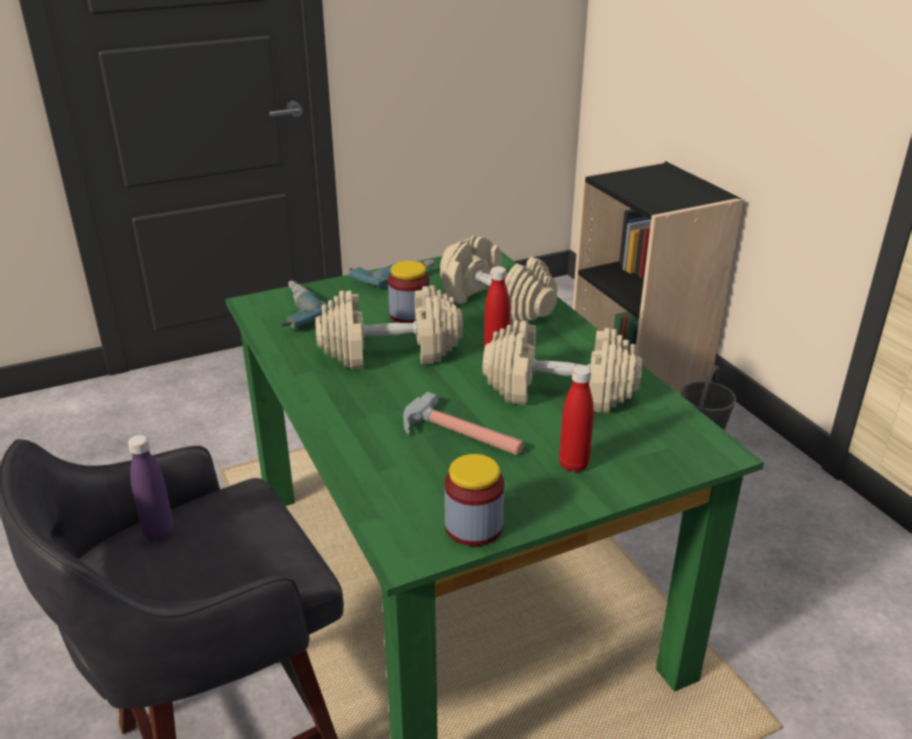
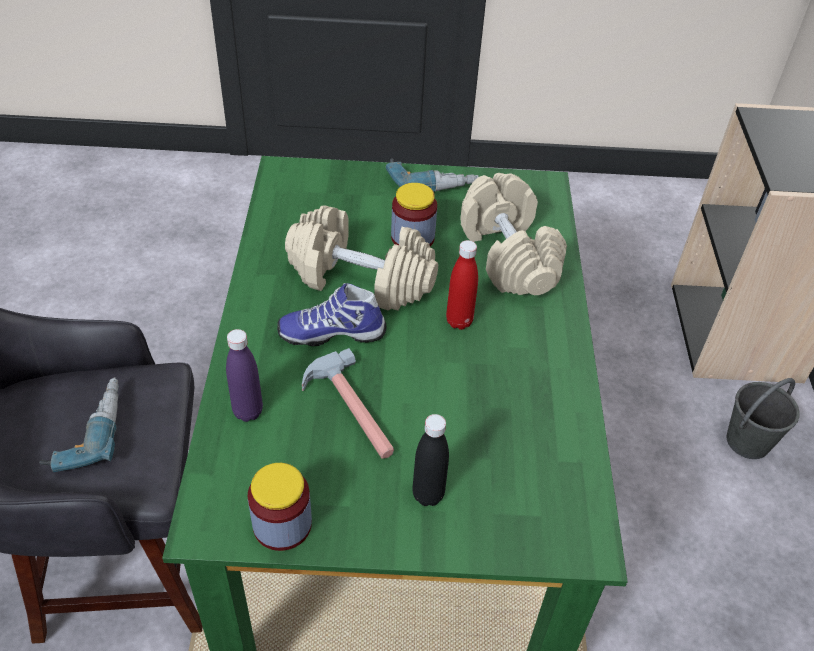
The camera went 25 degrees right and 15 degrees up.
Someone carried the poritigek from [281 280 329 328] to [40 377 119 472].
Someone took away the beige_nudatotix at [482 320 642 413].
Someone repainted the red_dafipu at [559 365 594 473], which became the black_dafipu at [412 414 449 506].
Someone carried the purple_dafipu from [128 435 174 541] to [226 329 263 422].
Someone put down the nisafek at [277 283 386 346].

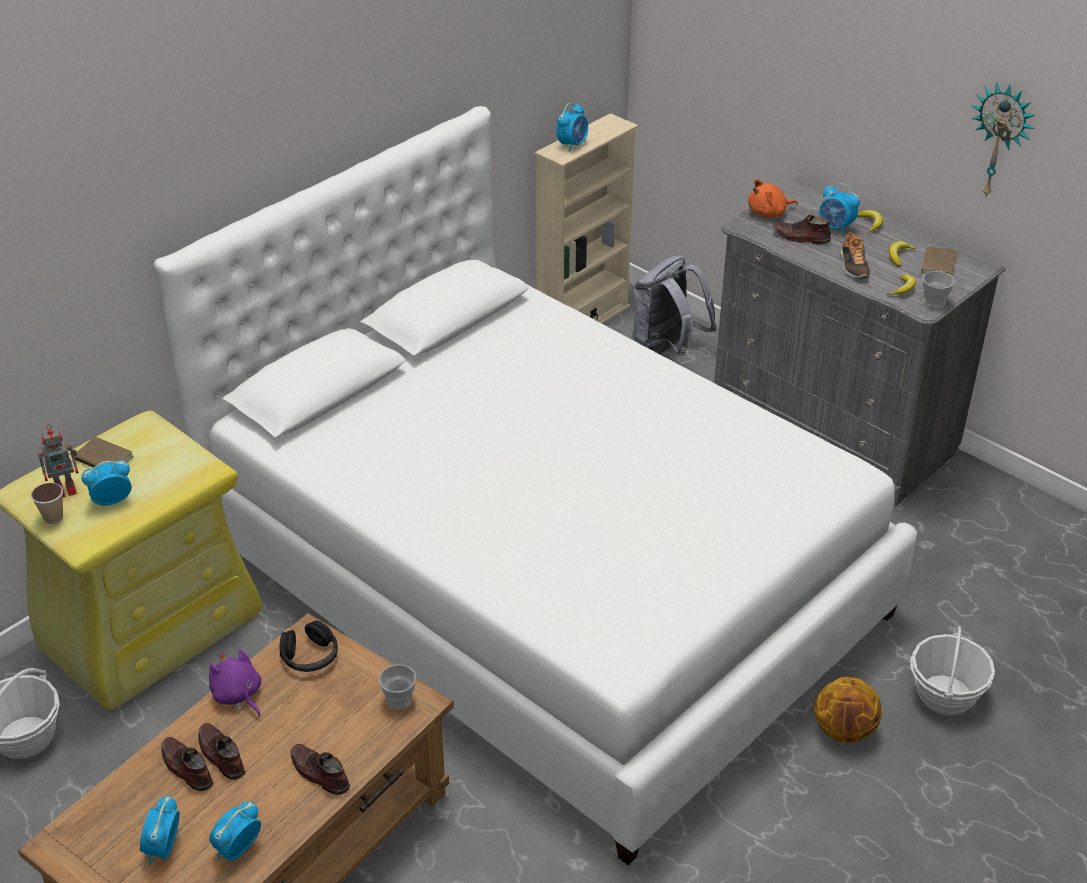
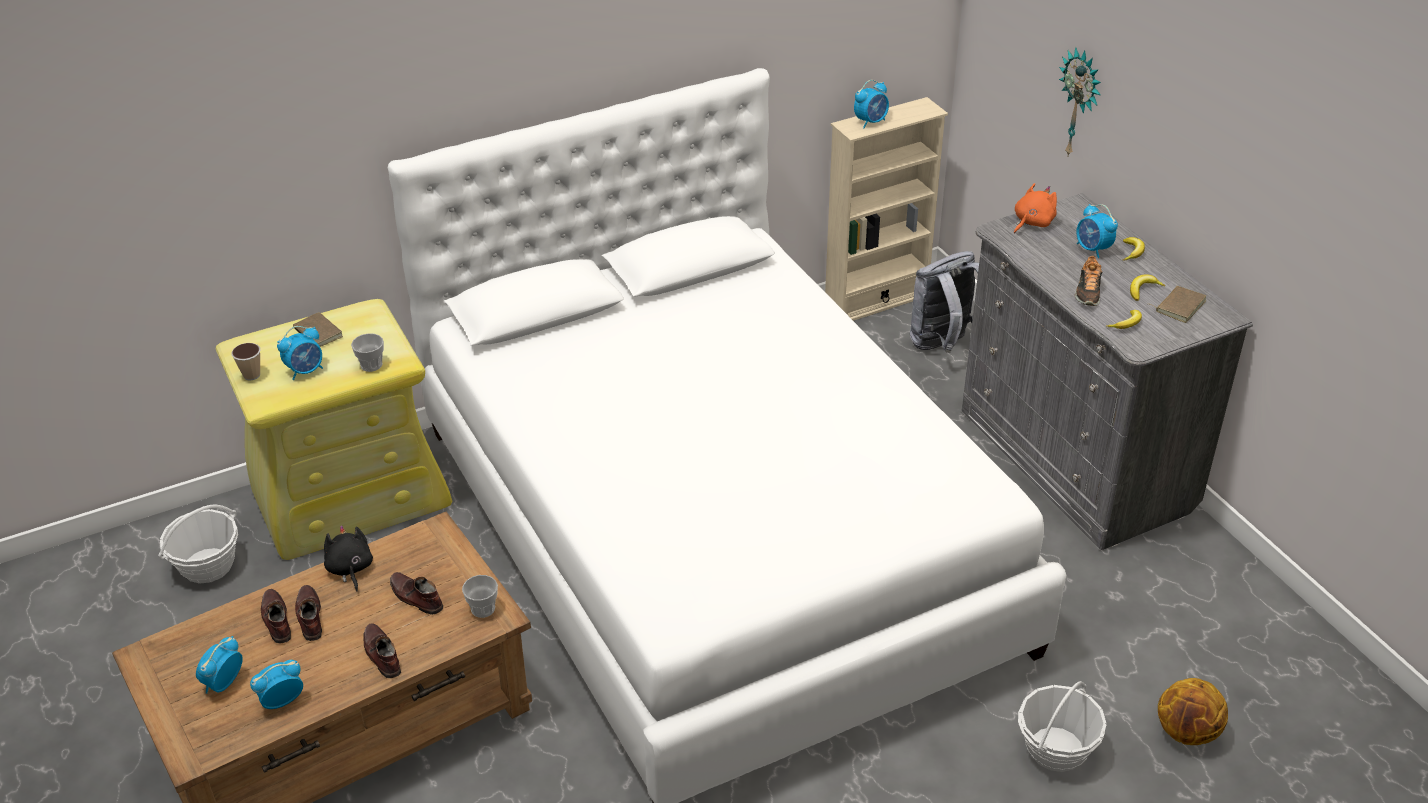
The camera went 20 degrees right and 0 degrees up.
Someone carried the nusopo from [971 82 1035 198] to [1059 47 1101 156].
Someone rotated the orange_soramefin at [748 179 798 218] by 135 degrees clockwise.
Someone carried the brown_nisafek from [773 215 831 244] to [390 572 443 615].
Someone carried the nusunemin from [922 271 955 309] to [351 333 384 372].
Someone took away the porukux at [37 424 79 497].
Someone rotated the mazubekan at [81 460 132 505] by 150 degrees clockwise.
Someone took away the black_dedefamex at [279 620 338 672].
Someone repainted the purple_soramefin at [209 649 261 717], which became the black_soramefin at [324 525 373 592].
Someone carried the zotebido from [814 677 882 743] to [1158 678 1228 745].

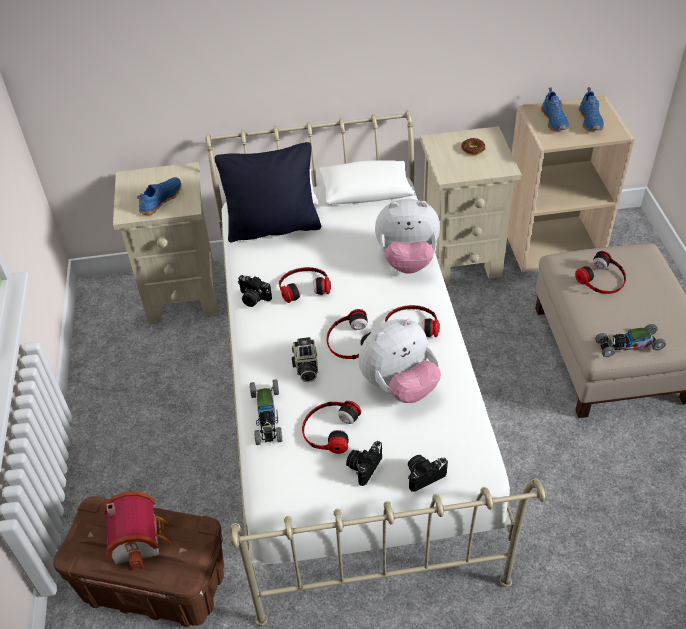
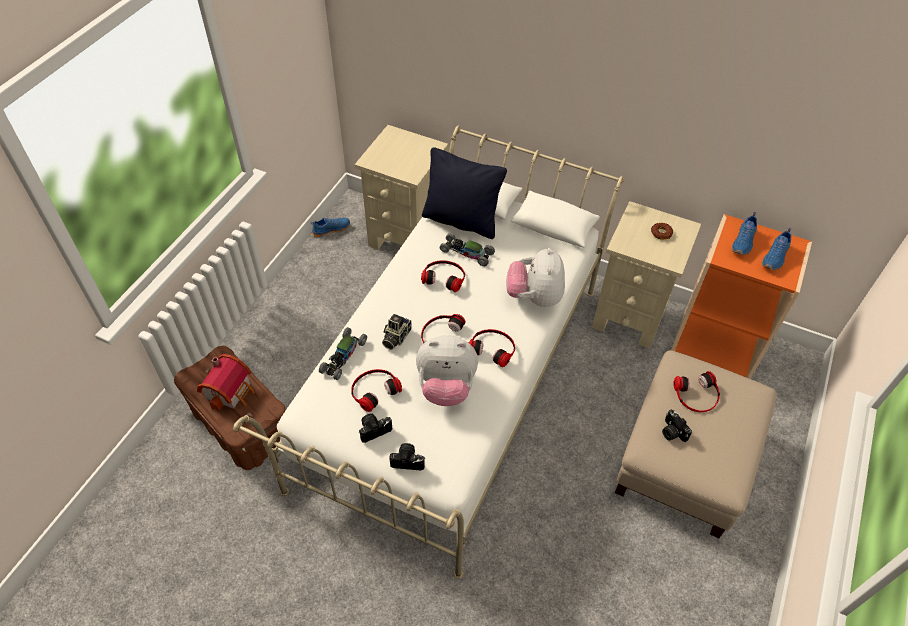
The camera went 30 degrees right and 5 degrees up.
Someone repainted the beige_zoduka at [507 95 635 272], which became the orange_zoduka at [671 214 812 379].
Someone carried the blue_nisafek from [137 177 181 215] to [311 218 350 237].
Someone rotated the soramefin at [375 199 440 274] by 60 degrees clockwise.
Someone carried the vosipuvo from [238 275 272 307] to [662 410 692 442].
Someone carried the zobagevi from [595 324 666 357] to [440 234 495 266].

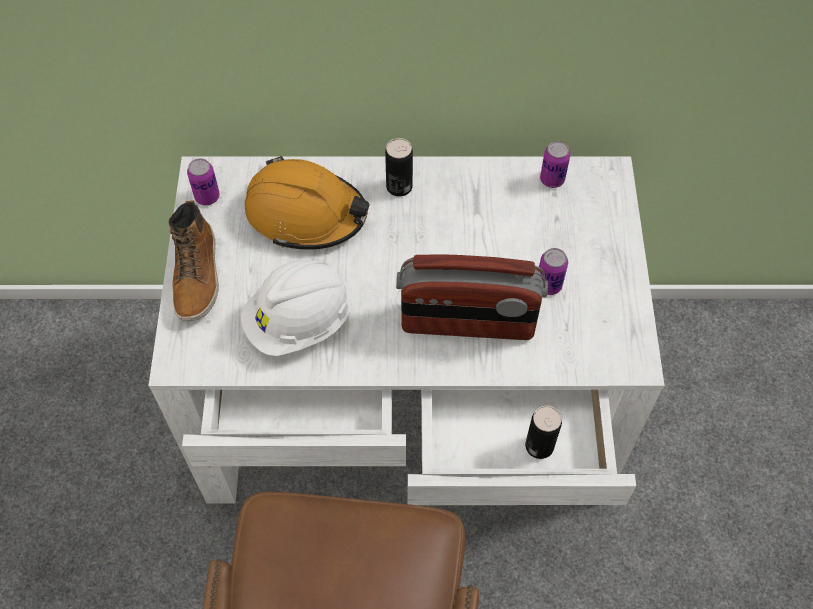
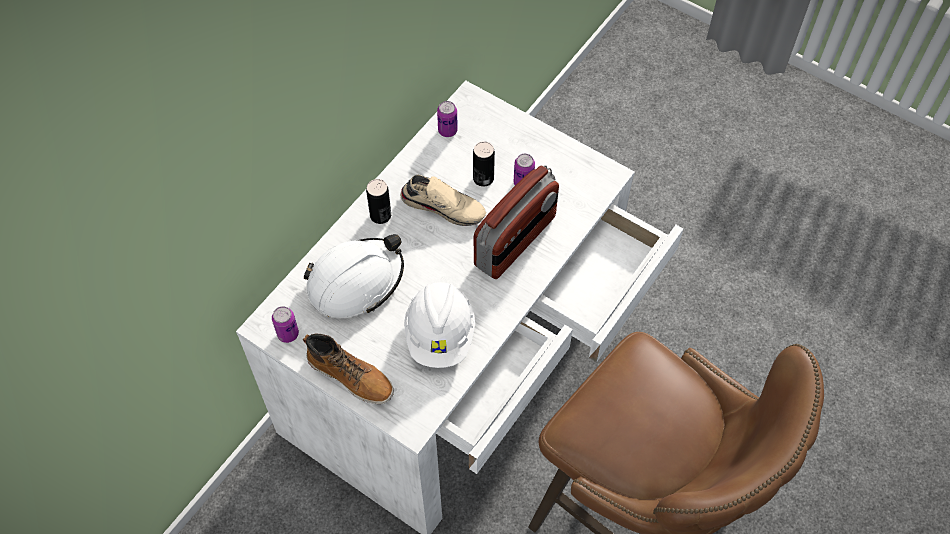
The camera went 55 degrees left and 0 degrees up.
Someone repainted the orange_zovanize at [245 156 370 249], which became the white_zovanize at [304 234 404 318].
Someone carried the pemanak from [525 406 562 459] to [473 141 495 187].
Someone put down the beige_nisafek at [400 175 486 226].

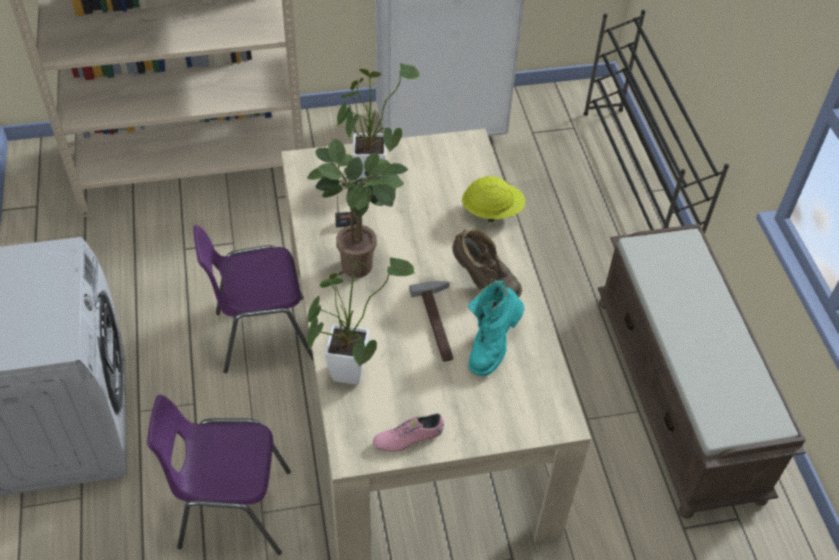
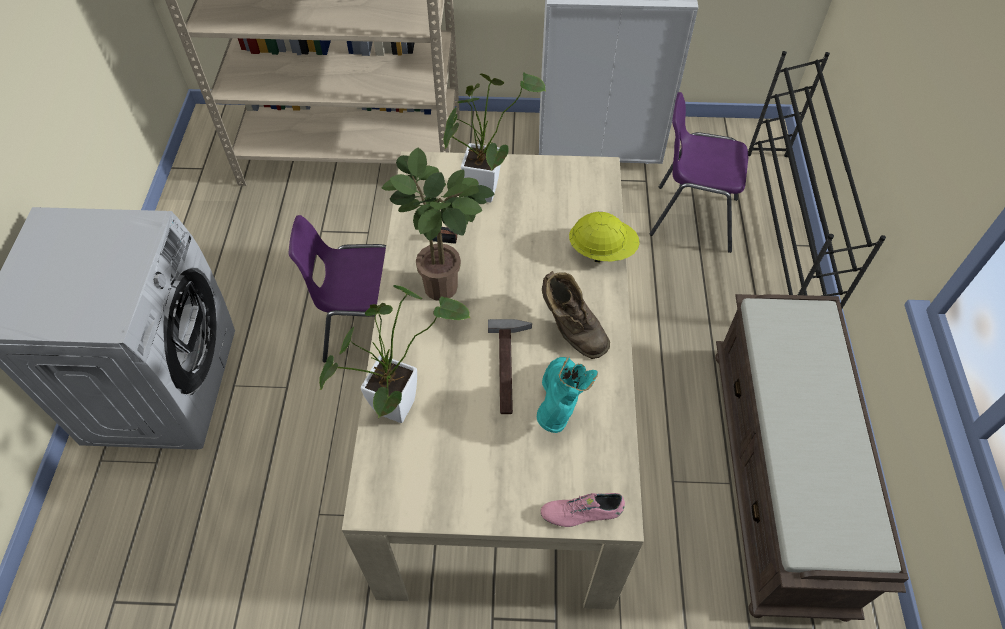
The camera went 15 degrees right and 5 degrees up.
Someone rotated the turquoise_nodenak at [468 280 524 376] by 150 degrees clockwise.
Someone carried the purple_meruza from [147 395 291 555] to [650 92 748 253].
Someone carried the pink_nisafek from [373 413 444 452] to [541 493 625 527].

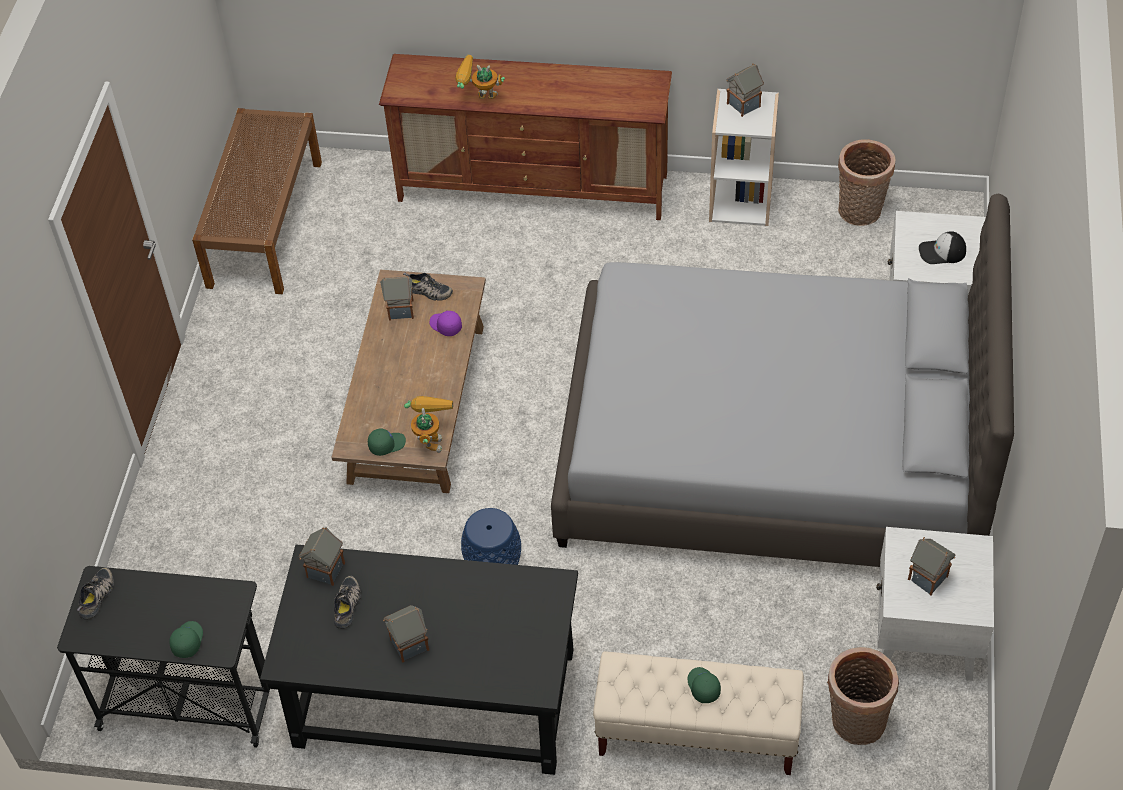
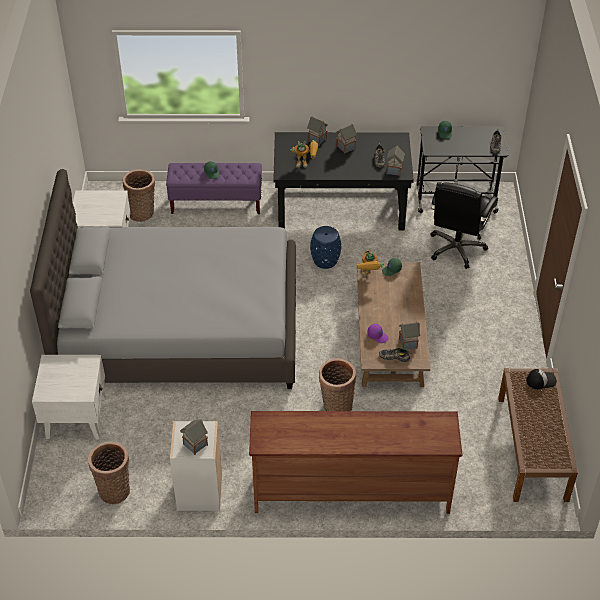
The camera went 170 degrees right and 5 degrees down.
Someone carried the porukux from [455 55 505 99] to [290 140 318 168].
Someone carried the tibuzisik from [919 231 966 264] to [526 369 557 389].
Someone carried the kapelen from [908 537 955 595] to [307 116 328 146].
Someone repainted the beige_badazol at [593 651 804 775], which became the purple_badazol at [166 163 262 214].
Someone put down the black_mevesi at [430 182 498 269].
Someone put down the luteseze at [319 358 356 411].

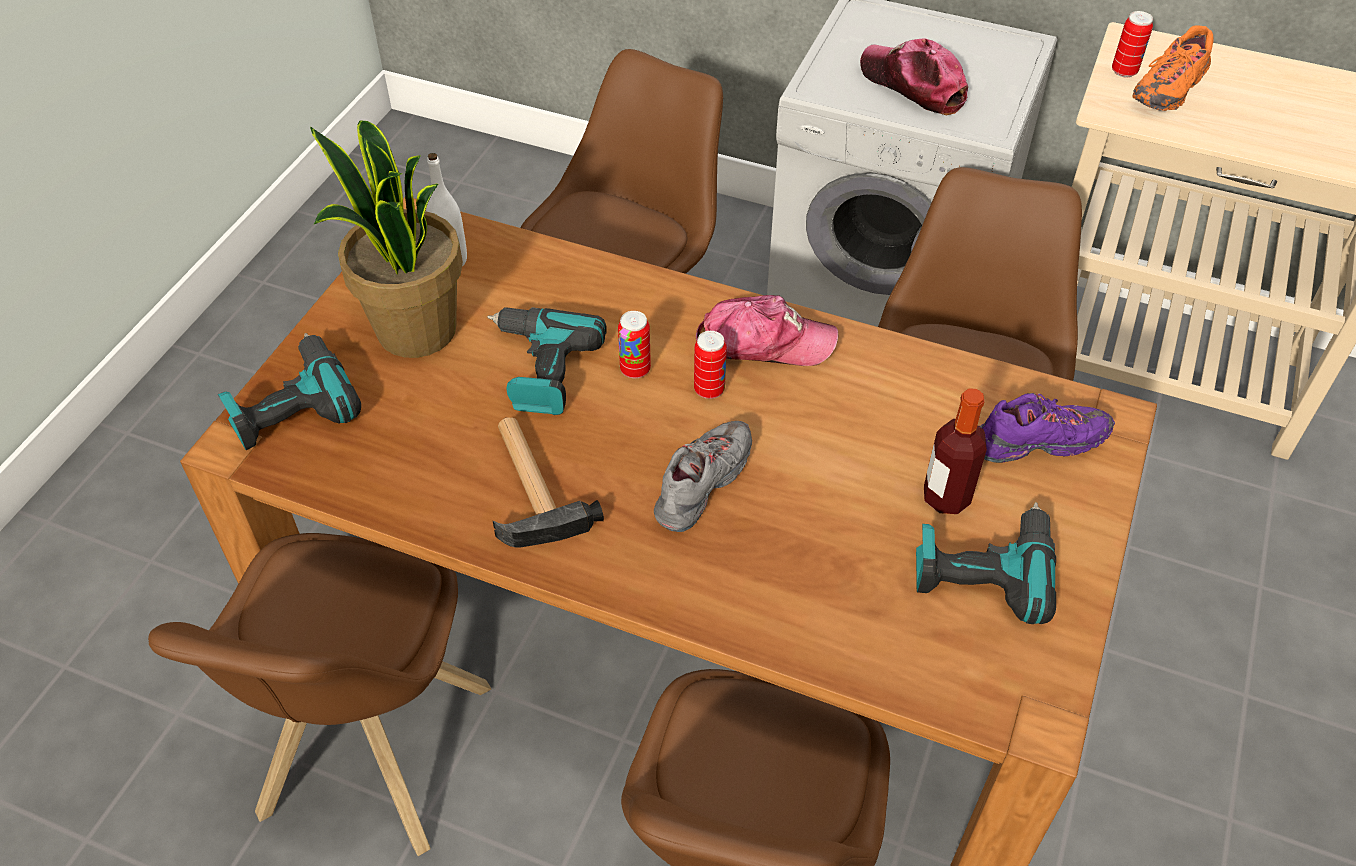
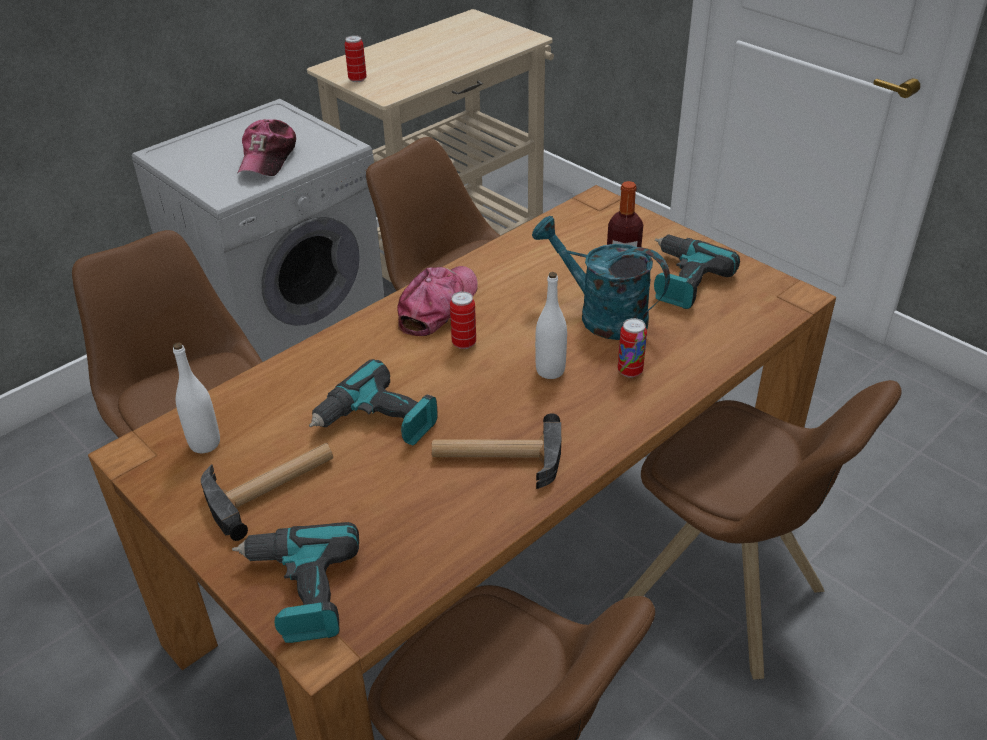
The camera went 65 degrees left and 10 degrees down.
Someone took away the orange_nisafek at [1133 25 1213 111].
Someone rotated the tibuzisik at [860 39 968 115] by 60 degrees counterclockwise.
Someone swapped the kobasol at [310 120 463 358] for the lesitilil at [201 443 333 541].
Someone carried the pemanak from [618 311 651 378] to [618 318 647 378].
Someone took away the purple_nisafek at [979 393 1115 463].
Someone swapped the grey_nisafek at [654 421 752 532] for the white_dafipu at [535 272 567 379].
Someone put down the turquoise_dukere at [532 216 670 340].

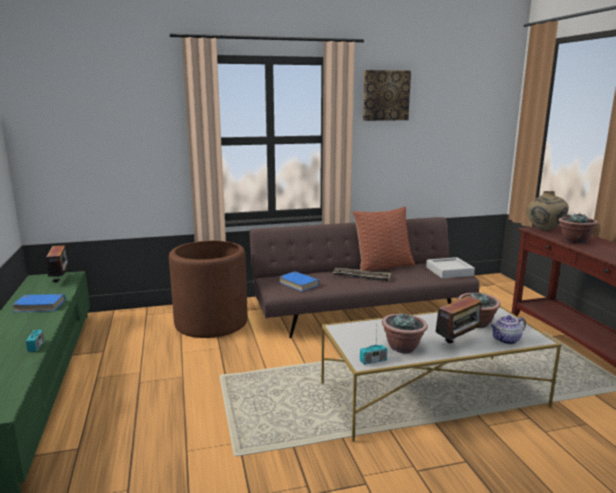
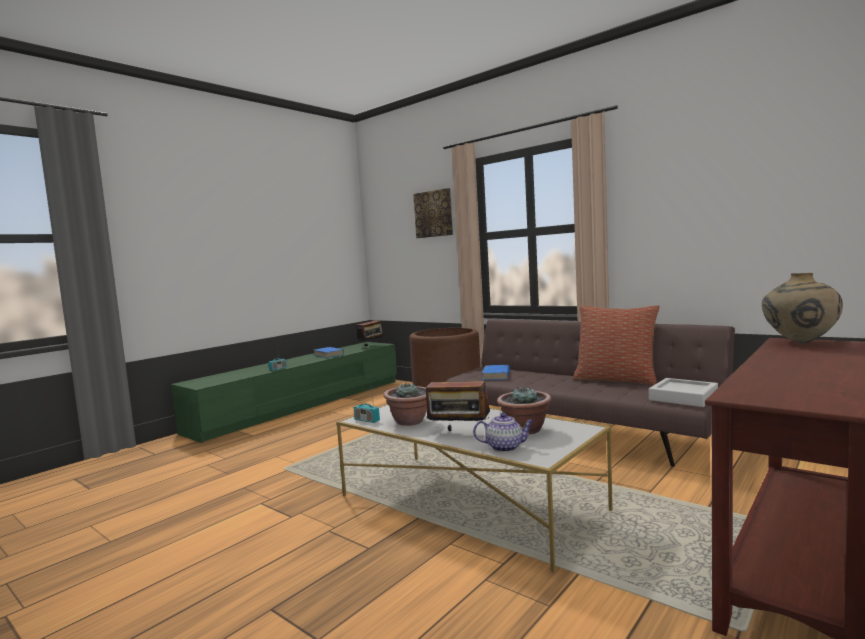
The camera went 55 degrees right and 10 degrees down.
Someone carried the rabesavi from [363 70 411 121] to [413 188 453 238].
Someone took away the kobasol at [558 213 598 244].
Someone took away the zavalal at [333 267 391 282].
Someone rotated the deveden at [491 315 526 344] by 150 degrees clockwise.

